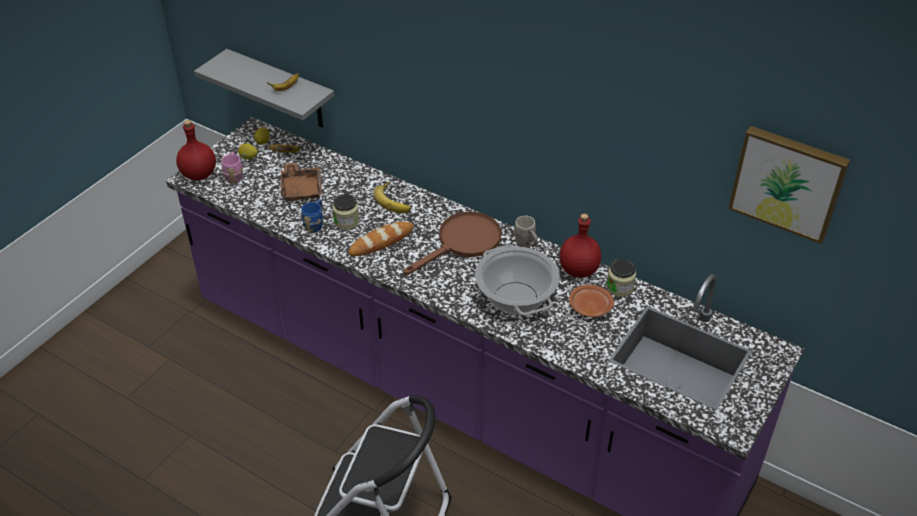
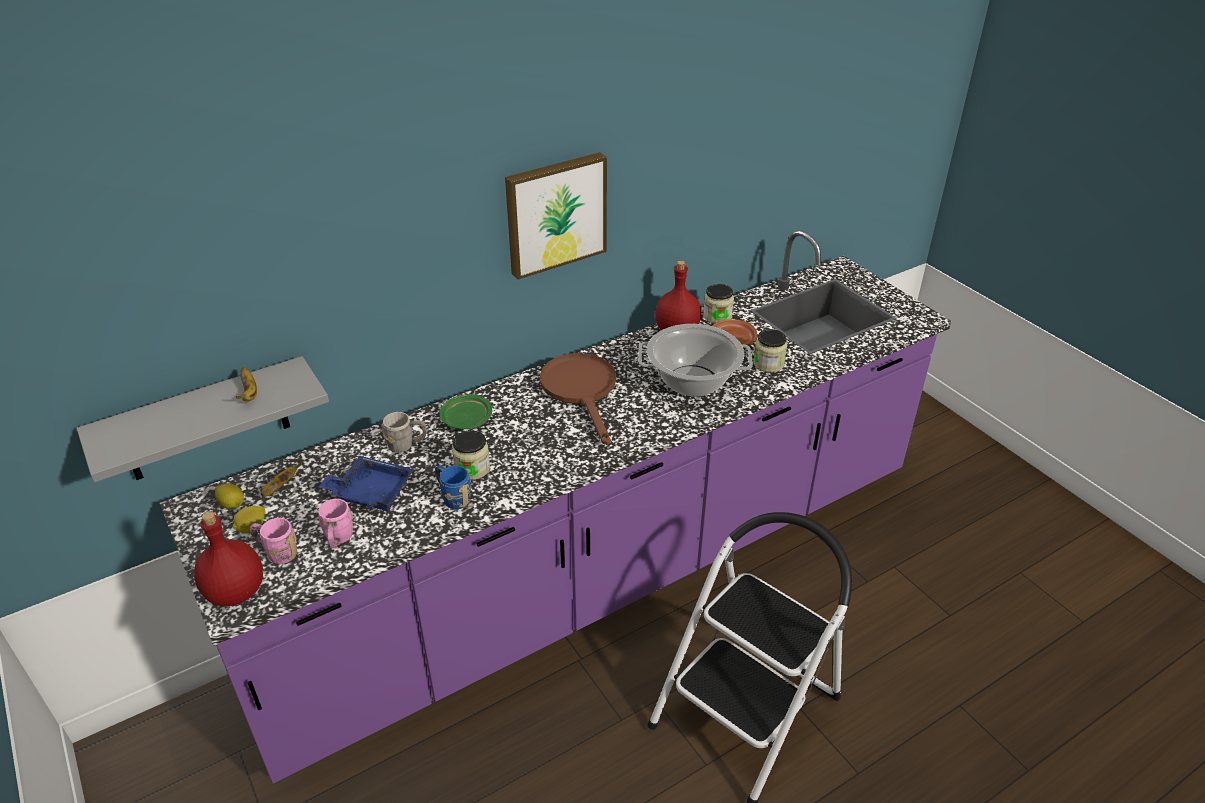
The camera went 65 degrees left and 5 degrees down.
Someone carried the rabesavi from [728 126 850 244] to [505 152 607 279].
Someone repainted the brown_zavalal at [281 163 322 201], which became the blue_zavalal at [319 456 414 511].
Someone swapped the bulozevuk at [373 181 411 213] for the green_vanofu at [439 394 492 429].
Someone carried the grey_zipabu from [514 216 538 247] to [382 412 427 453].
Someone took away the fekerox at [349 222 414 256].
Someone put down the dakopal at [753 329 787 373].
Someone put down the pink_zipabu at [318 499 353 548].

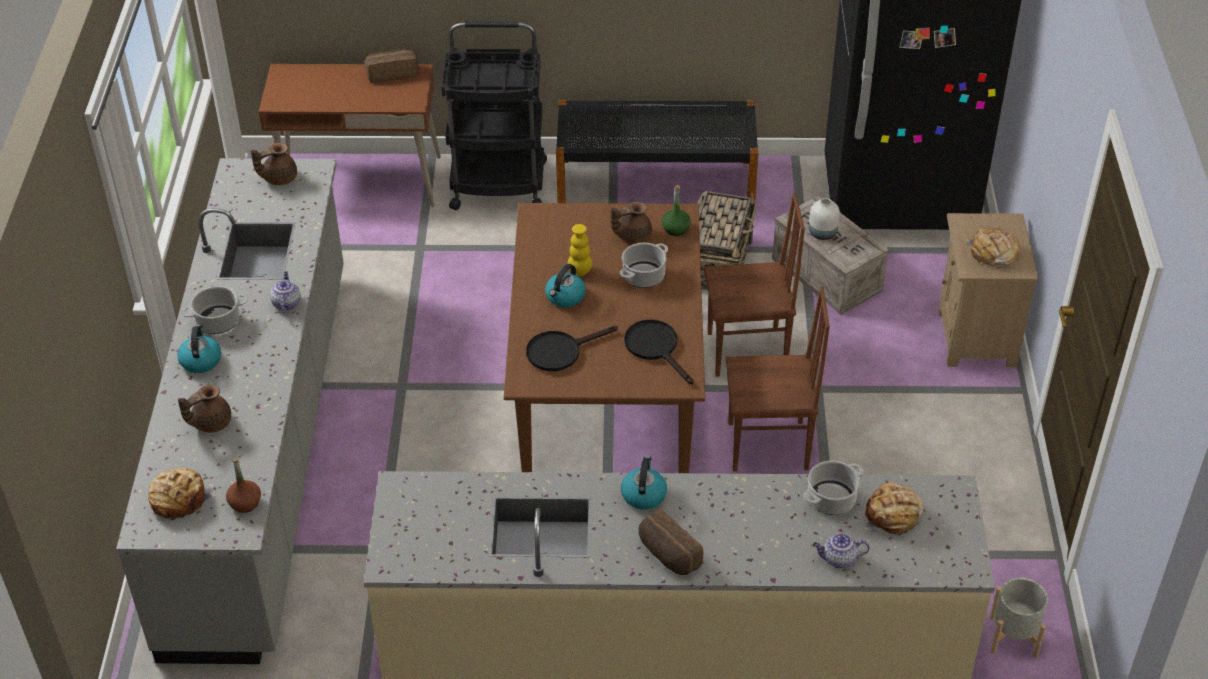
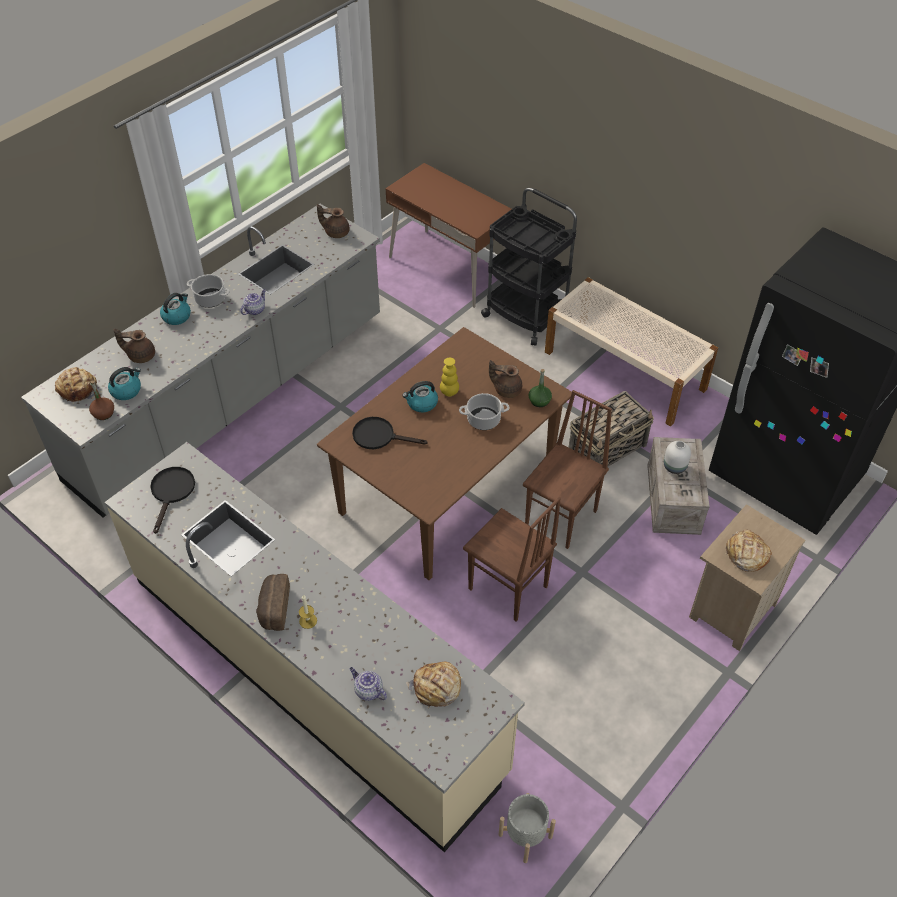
The camera went 40 degrees right and 5 degrees up.
Someone took away the fekerox at [364 49 419 83].
Someone repainted the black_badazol at [556 100 759 203], which became the beige_badazol at [545 277 718 427].
Someone rotated the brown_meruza at [704 193 805 377] by 90 degrees counterclockwise.
Someone carried the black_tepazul from [624 319 694 384] to [150 467 195 534].
Someone carried the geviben from [621 456 667 509] to [108 367 141 400].
Someone took away the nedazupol at [803 461 863 515].
Someone put down the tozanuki at [299 595 317 629].

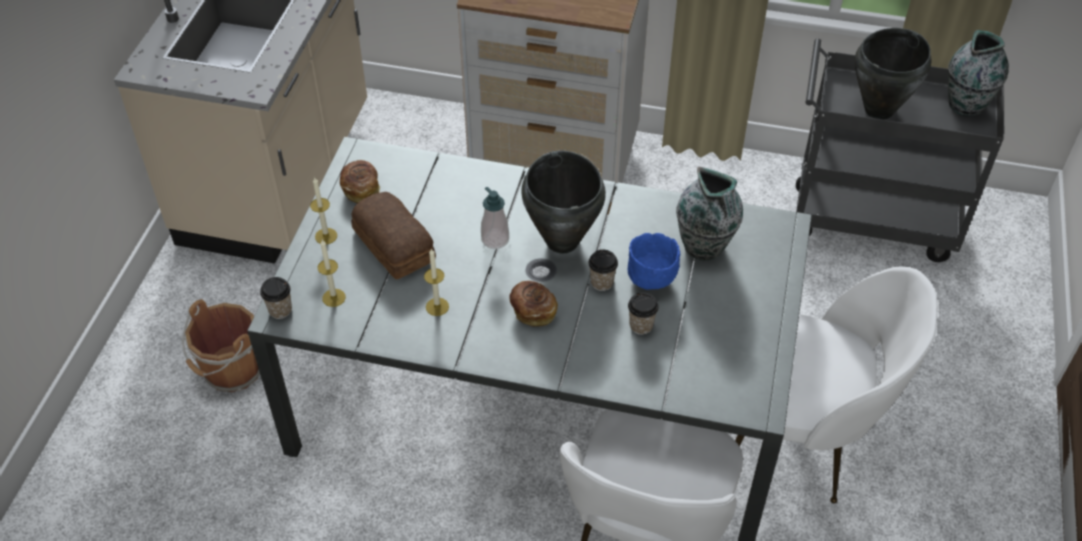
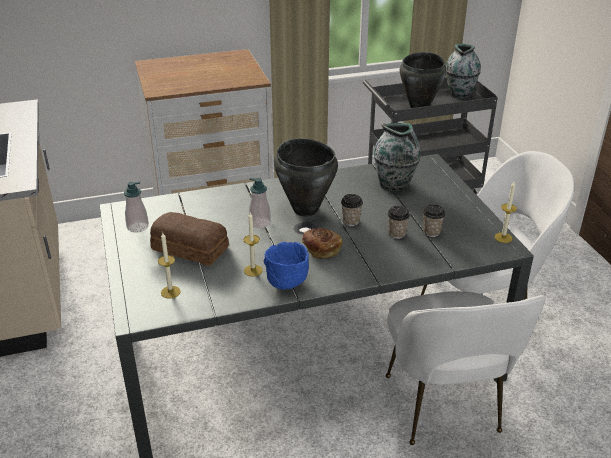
The camera went 30 degrees left and 15 degrees down.
Someone swapped the fekerox at [340 160 380 203] for the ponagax at [124 182 149 233].
Someone carried the tozanuki from [310 177 337 244] to [494 182 517 243].
Someone carried the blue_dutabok from [628 233 680 290] to [263 242 309 290].
Someone carried the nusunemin from [260 277 292 319] to [423 204 445 237].
Someone took away the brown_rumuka at [182 299 260 392].

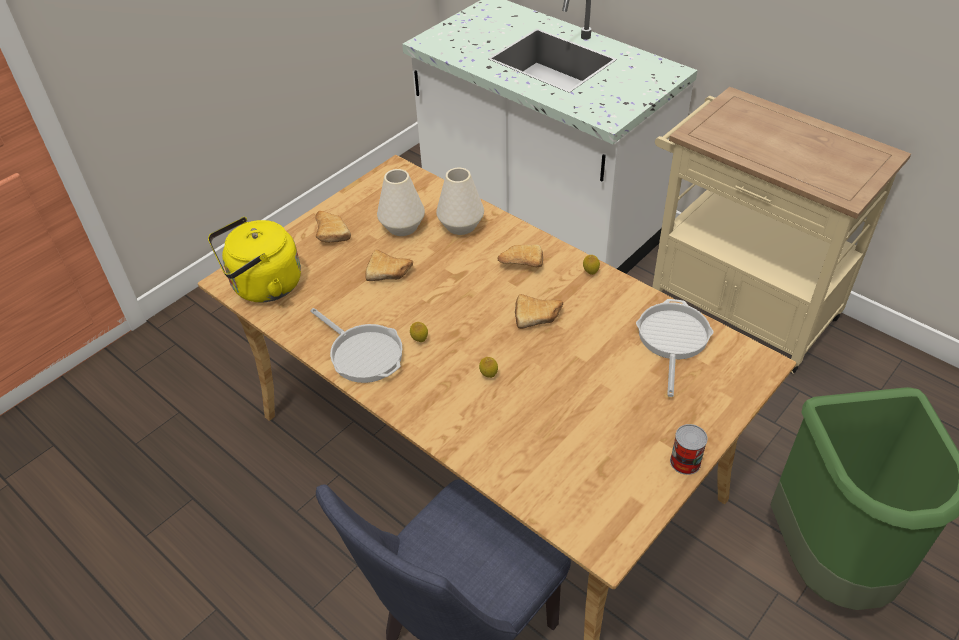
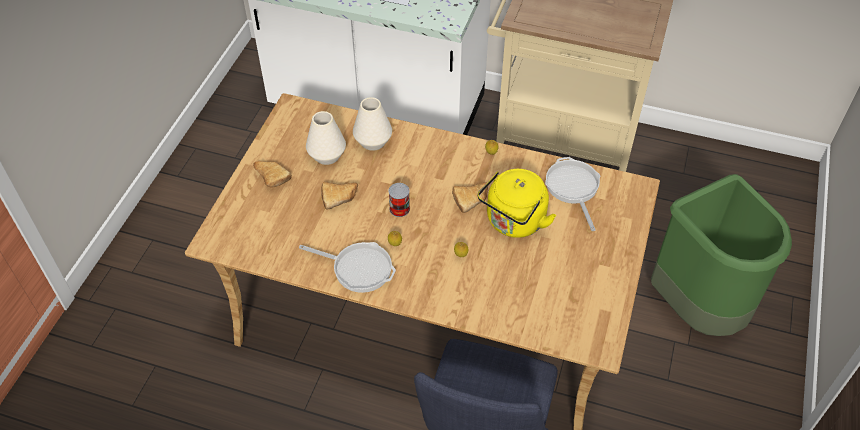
The camera went 25 degrees left and 5 degrees up.
Someone carried the yellow_geviben from [208 217 301 303] to [478 169 556 238].
Someone took away the fekerox at [497 245 543 267].
Someone carried the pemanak from [670 424 708 475] to [389 183 410 217].

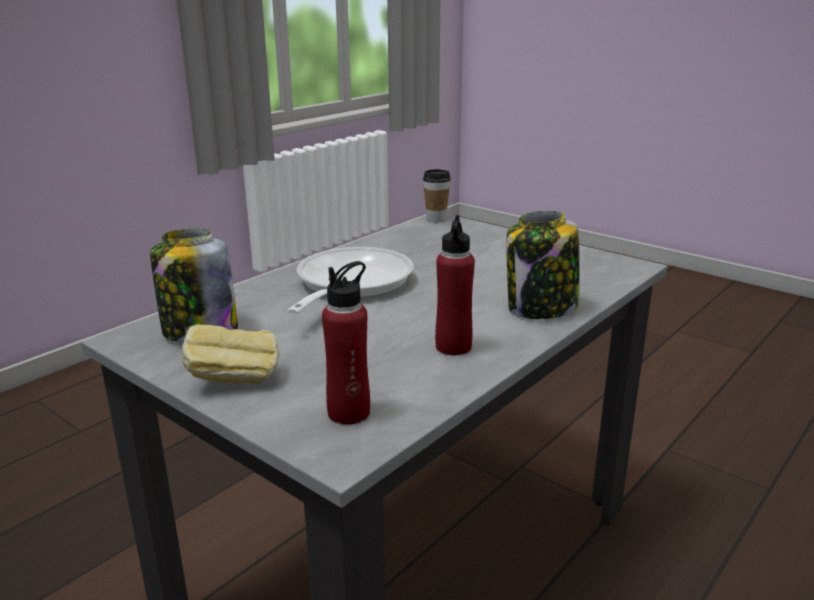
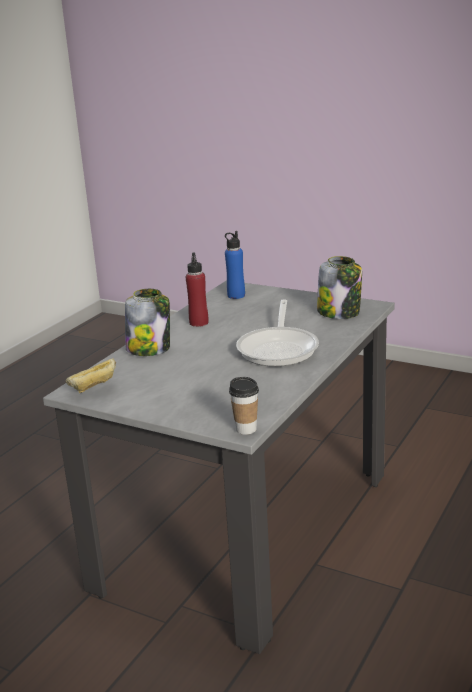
The camera went 170 degrees right and 0 degrees up.
Someone repainted the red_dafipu at [322 261 370 425], which became the blue_dafipu at [225 231 245 299].
Someone carried the fekerox from [181 325 279 384] to [66 358 116 393].

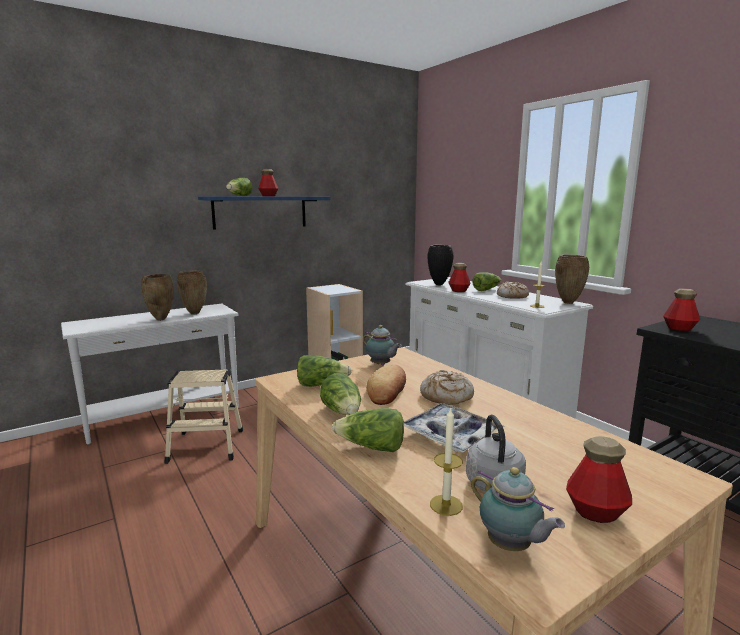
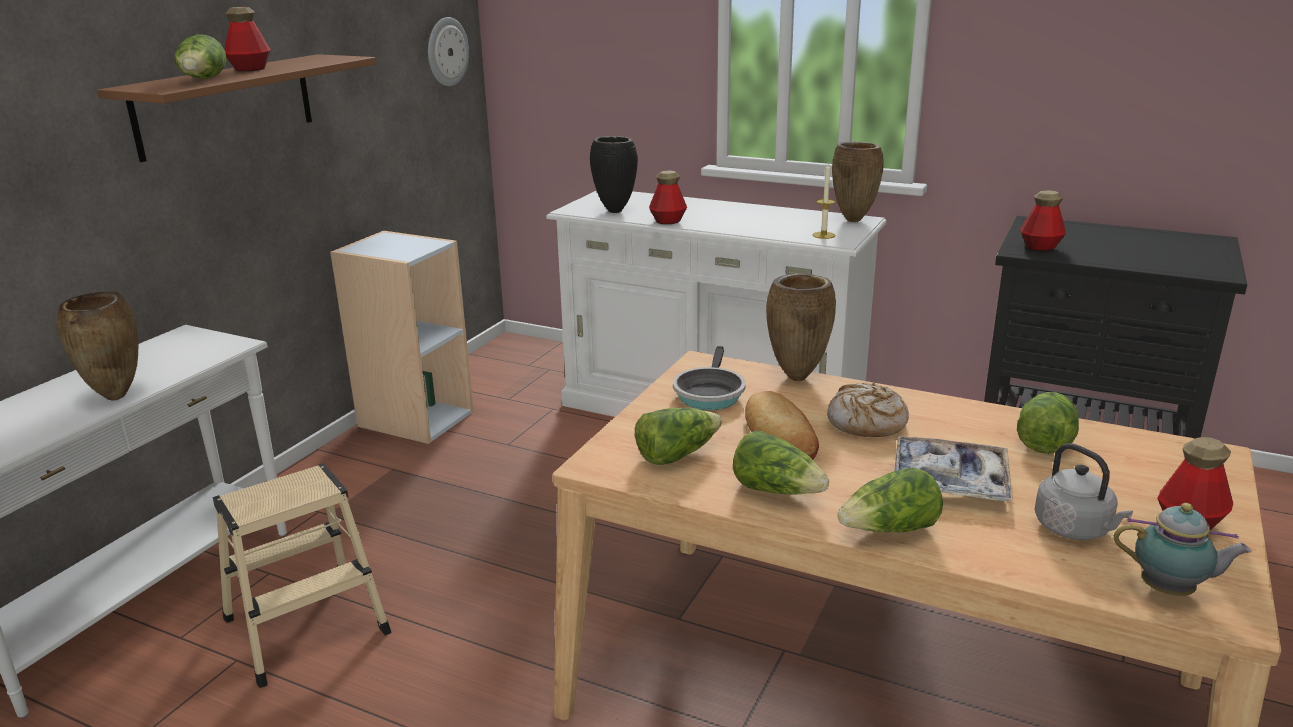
The camera went 30 degrees left and 10 degrees up.
Someone repainted the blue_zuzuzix at [198 196 330 230], which became the brown_zuzuzix at [97 54 377 162].
Someone carried the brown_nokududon from [177 271 207 314] to [766 274 836 381].
Someone carried the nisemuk from [472 272 501 291] to [1017 392 1079 454].
Someone took away the fekerox at [497 282 529 299].
Someone swapped the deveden at [363 325 402 366] for the tepazul at [673 346 746 410].
Someone took away the tozanuki at [430 407 463 516].
Someone put up the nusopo at [428 17 469 86].

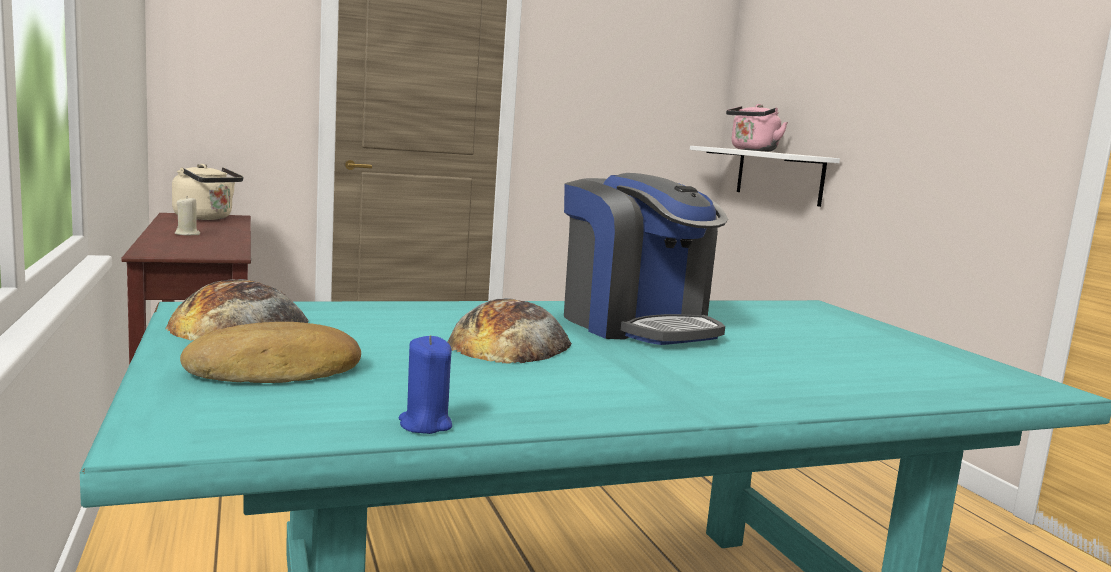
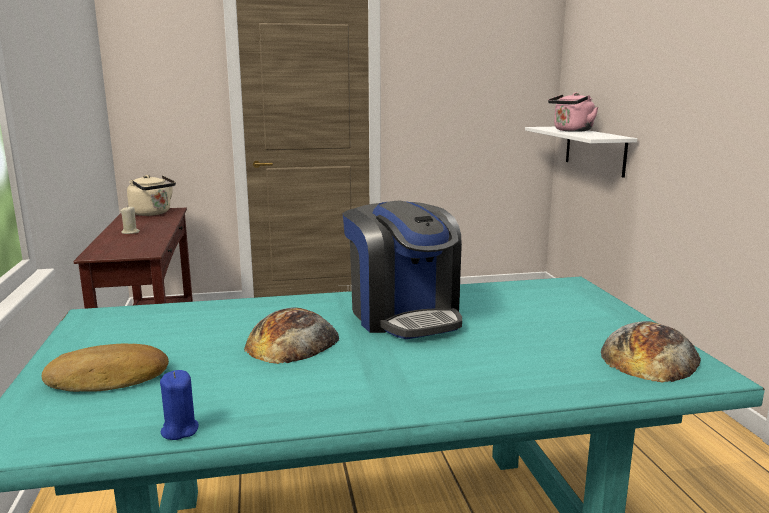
The camera went 10 degrees right and 5 degrees up.
Someone carried the fekerox from [165 279 309 341] to [601 321 701 383].

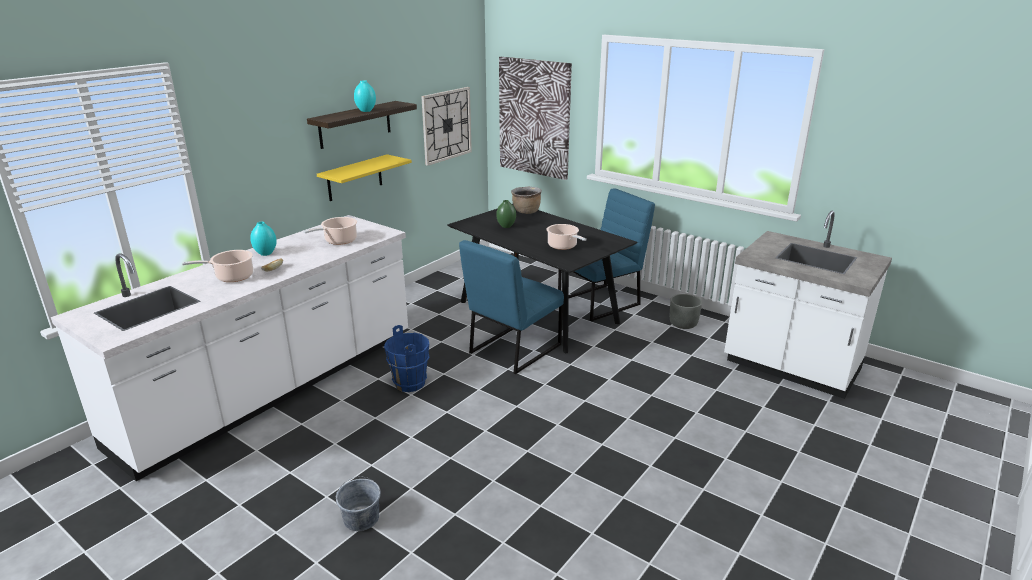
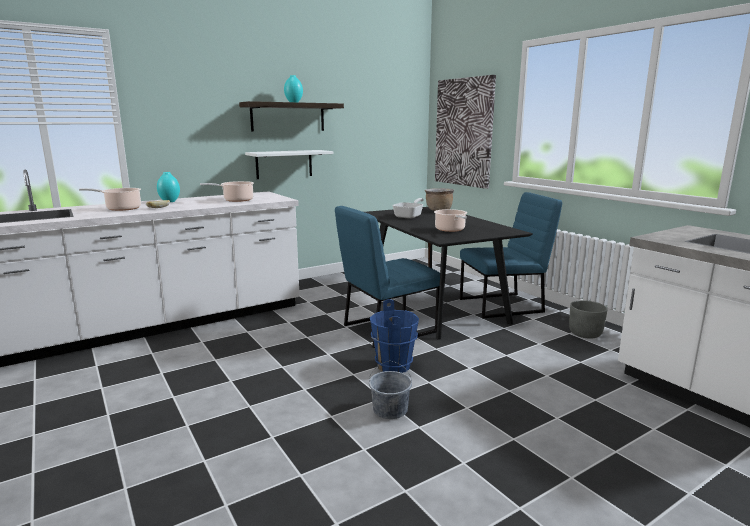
The camera went 20 degrees right and 10 degrees down.
Someone took away the nusopo at [421 87 472 166].
Someone repainted the yellow_zuzuzix at [317 154 412 201], which became the white_zuzuzix at [245 150 334 179].
Someone swapped the green_nokududon at [496 200 516 228] for the tepazul at [392 198 424 219].
Someone carried the blue_rumuka from [384 325 429 392] to [370 299 419 373].
Someone carried the grey_rumuka from [336 476 381 531] to [369 361 412 419].

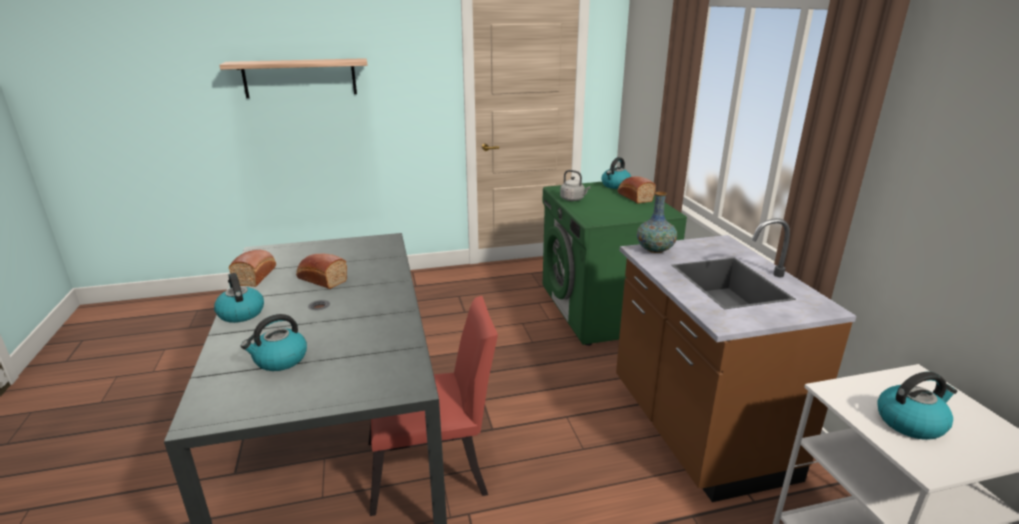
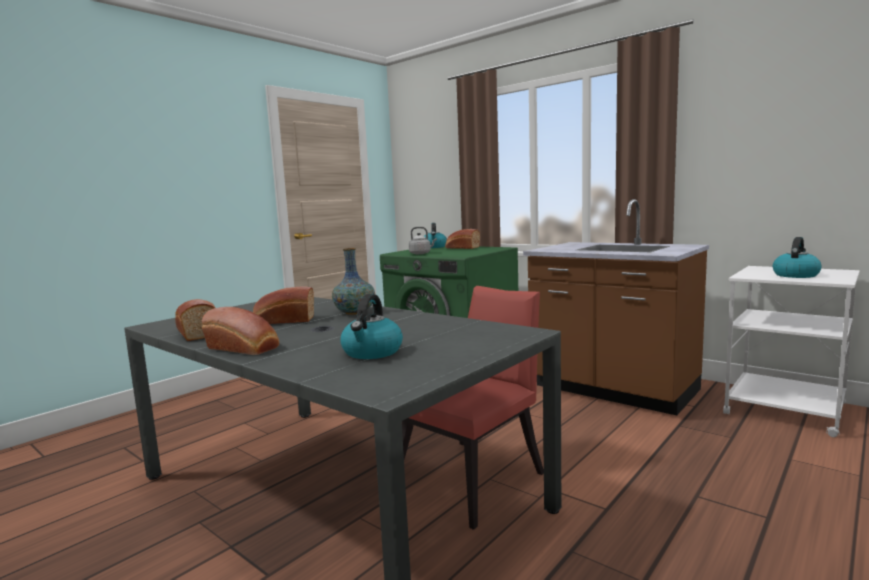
The camera went 35 degrees left and 15 degrees down.
Someone took away the zuzuzix at [219 58 368 98].
Someone carried the nokududon from [637 192 677 253] to [332 248 375 315].
Someone swapped the geviben at [214 273 264 323] for the fekerox at [202 307 279 355].

